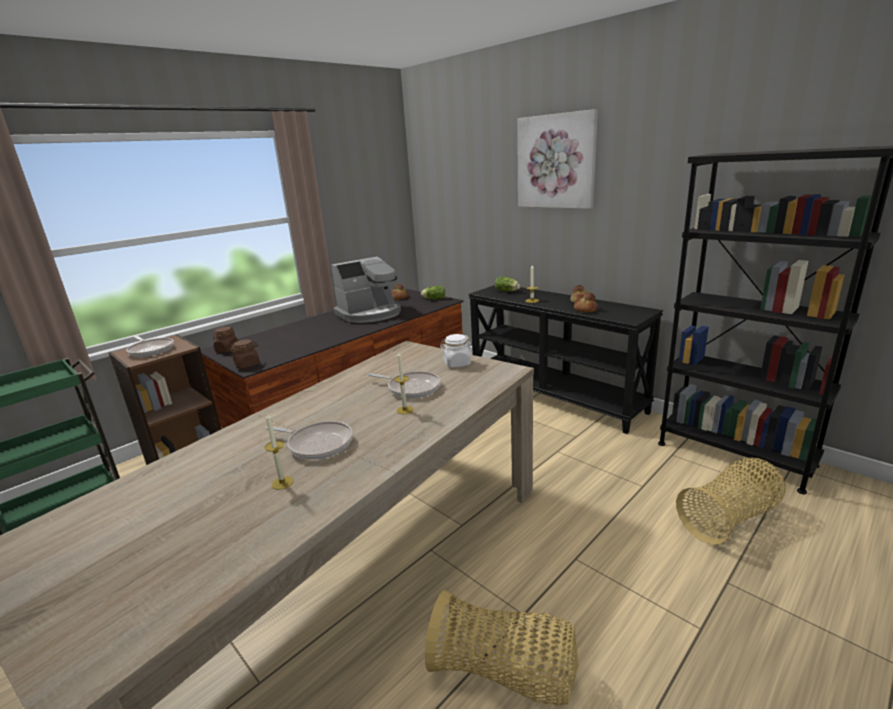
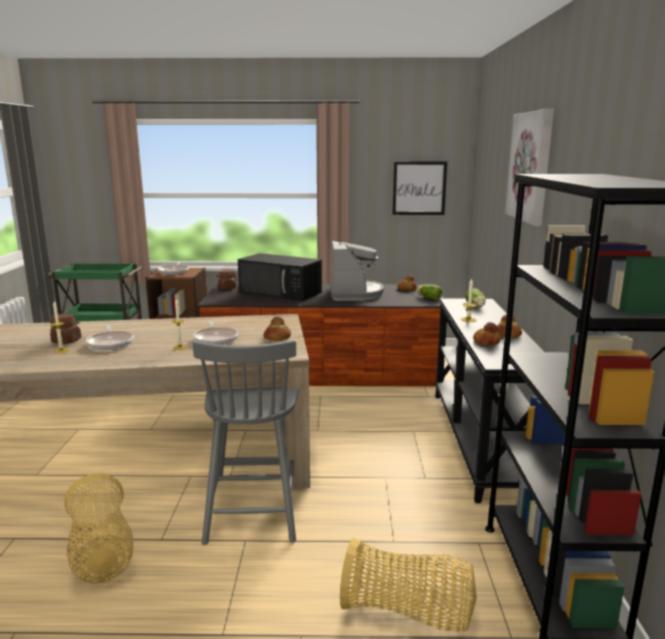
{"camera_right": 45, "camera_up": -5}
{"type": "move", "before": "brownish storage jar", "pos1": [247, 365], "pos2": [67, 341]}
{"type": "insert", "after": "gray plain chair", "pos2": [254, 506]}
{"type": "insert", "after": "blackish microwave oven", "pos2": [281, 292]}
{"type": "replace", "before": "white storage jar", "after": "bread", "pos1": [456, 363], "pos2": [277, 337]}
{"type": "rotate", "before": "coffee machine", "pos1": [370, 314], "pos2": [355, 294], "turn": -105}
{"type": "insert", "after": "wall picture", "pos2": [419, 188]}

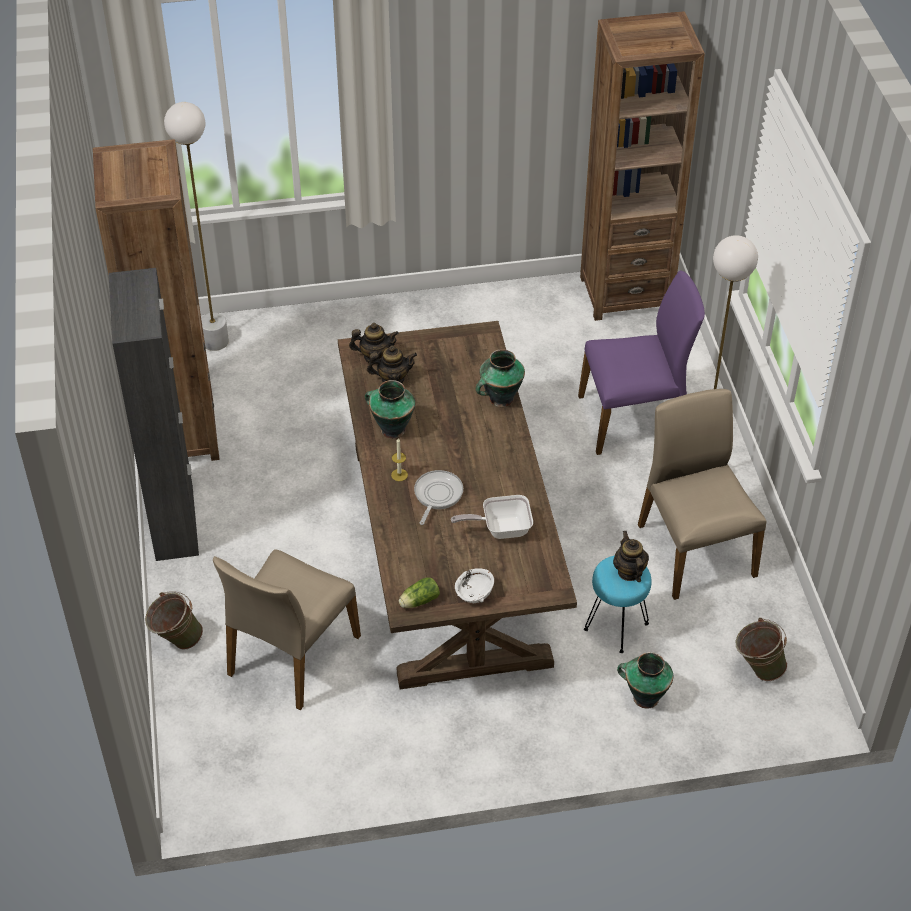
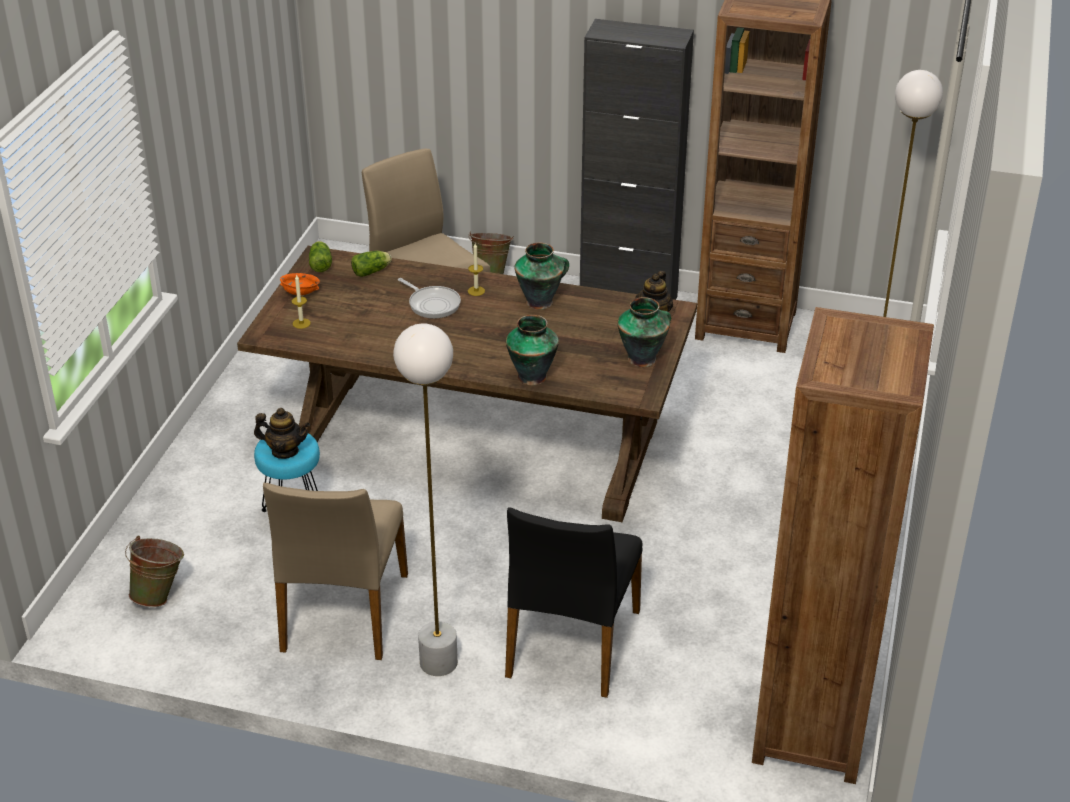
{"camera_right": 115, "camera_up": -10}
{"type": "rotate", "before": "sand-coloured plain chair", "pos1": [694, 549], "pos2": [342, 613], "turn": 90}
{"type": "recolor", "before": "white serving bowl", "after": "orange-coloured serving bowl", "pos1": [475, 593], "pos2": [300, 293]}
{"type": "insert", "after": "candle", "pos2": [301, 323]}
{"type": "insert", "after": "lettuce", "pos2": [372, 271]}
{"type": "recolor", "before": "purplish plain chair", "after": "blackish plain chair", "pos1": [634, 418], "pos2": [571, 644]}
{"type": "move", "before": "decorative vase", "pos1": [644, 697], "pos2": [643, 358]}
{"type": "delete", "before": "pot for tea", "pos1": [392, 379]}
{"type": "delete", "before": "pan", "pos1": [501, 529]}

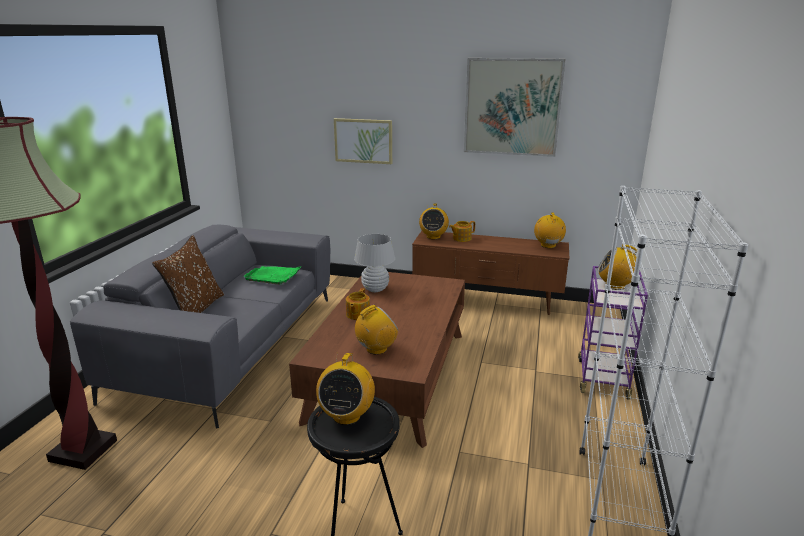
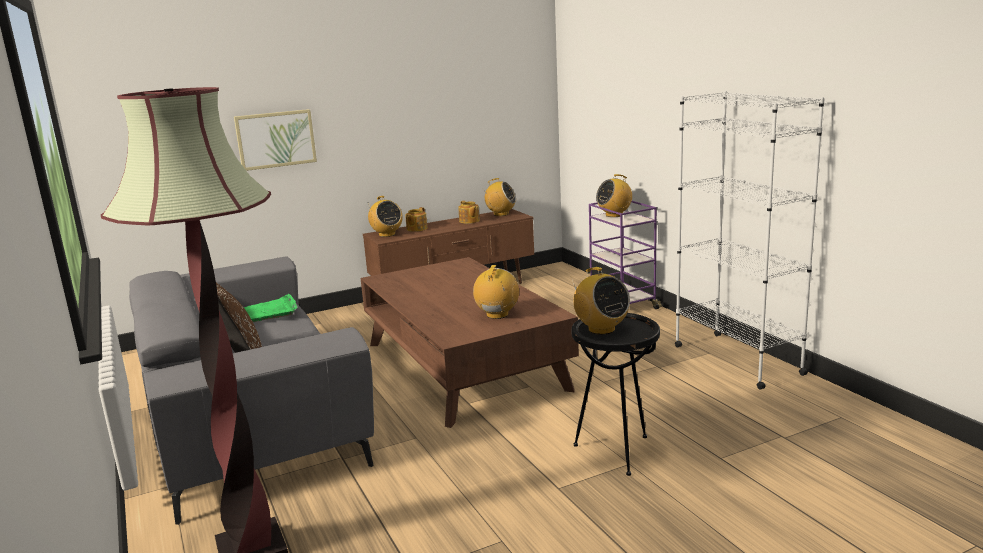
{"camera_right": -40, "camera_up": -5}
{"type": "move", "before": "pot for tea", "pos1": [357, 314], "pos2": [469, 221]}
{"type": "rotate", "before": "radio set", "pos1": [548, 245], "pos2": [501, 214], "turn": 150}
{"type": "delete", "before": "white tabletop lamp", "pos1": [375, 289]}
{"type": "delete", "before": "wall picture", "pos1": [512, 107]}

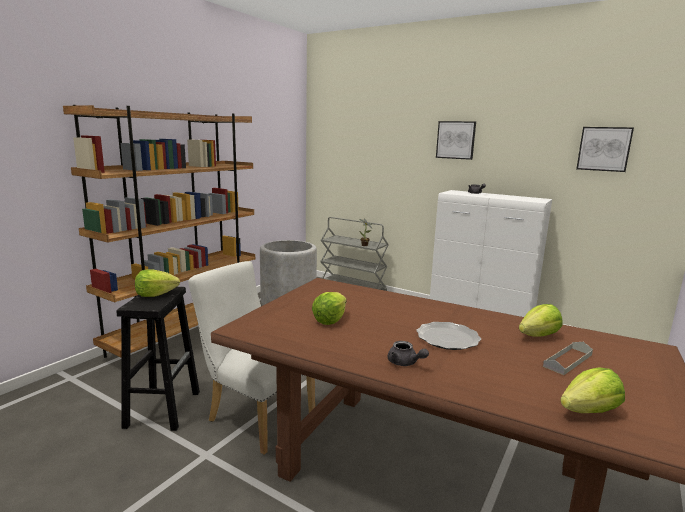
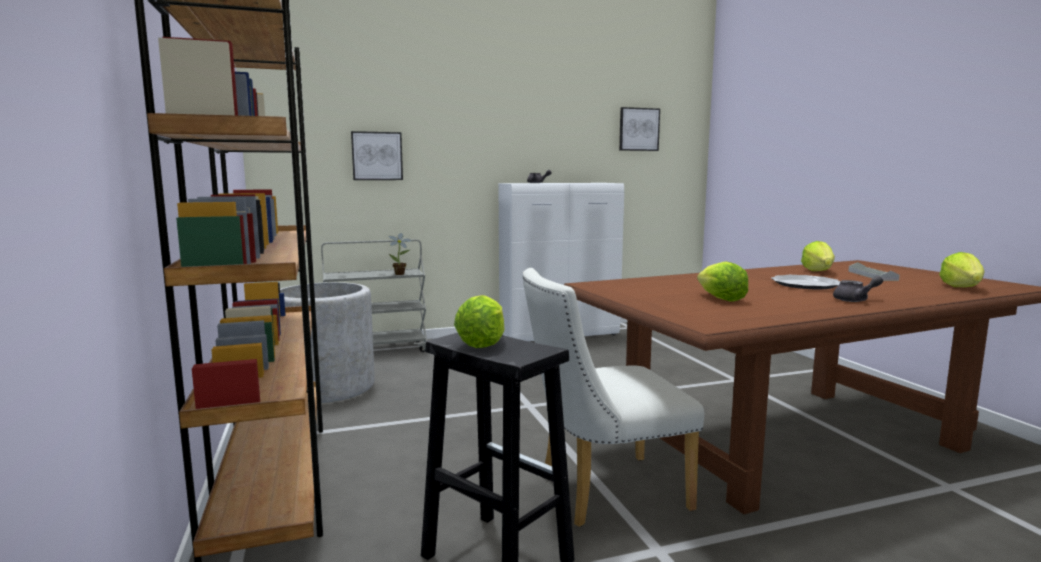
{"camera_right": -50, "camera_up": -5}
{"type": "move", "before": "wall picture", "pos1": [455, 140], "pos2": [377, 156]}

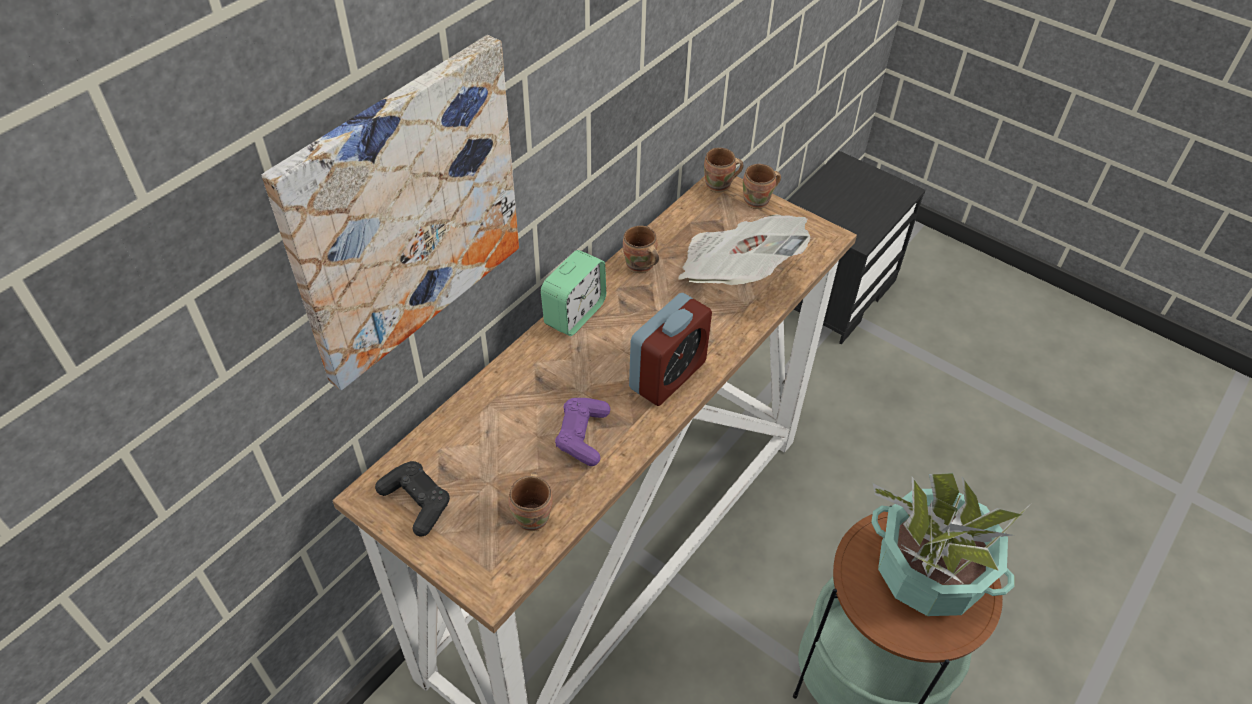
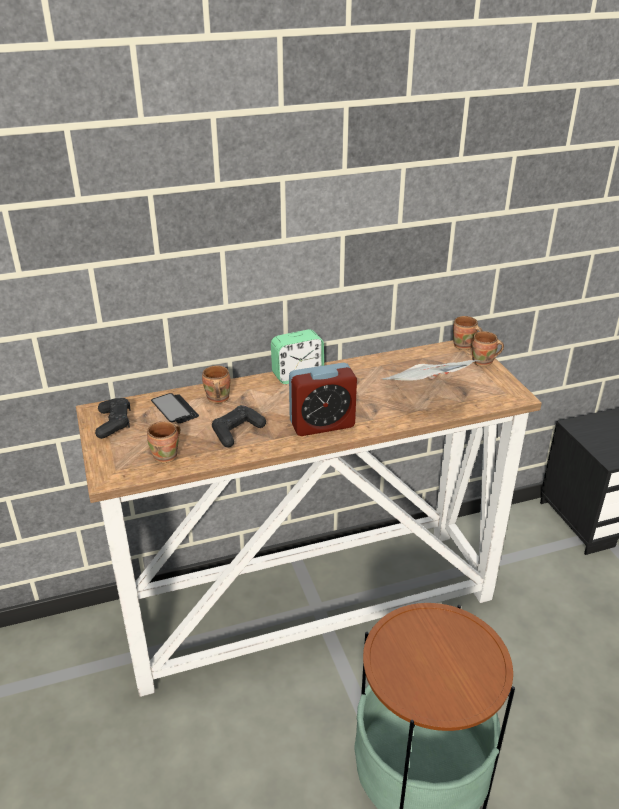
{"camera_right": 35, "camera_up": -15}
{"type": "insert", "after": "phone", "pos2": [175, 409]}
{"type": "move", "before": "brownish coffee mug", "pos1": [639, 267], "pos2": [216, 399]}
{"type": "recolor", "before": "purplish game controller", "after": "blackish game controller", "pos1": [582, 436], "pos2": [237, 432]}
{"type": "delete", "before": "wall picture", "pos1": [404, 213]}
{"type": "delete", "before": "houseplant", "pos1": [928, 573]}

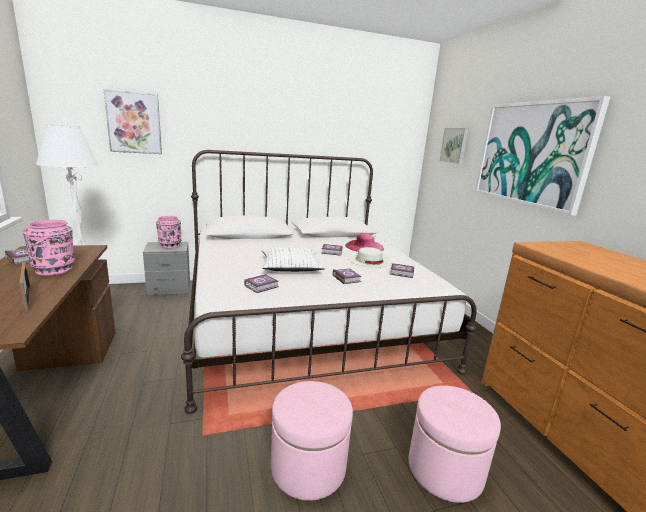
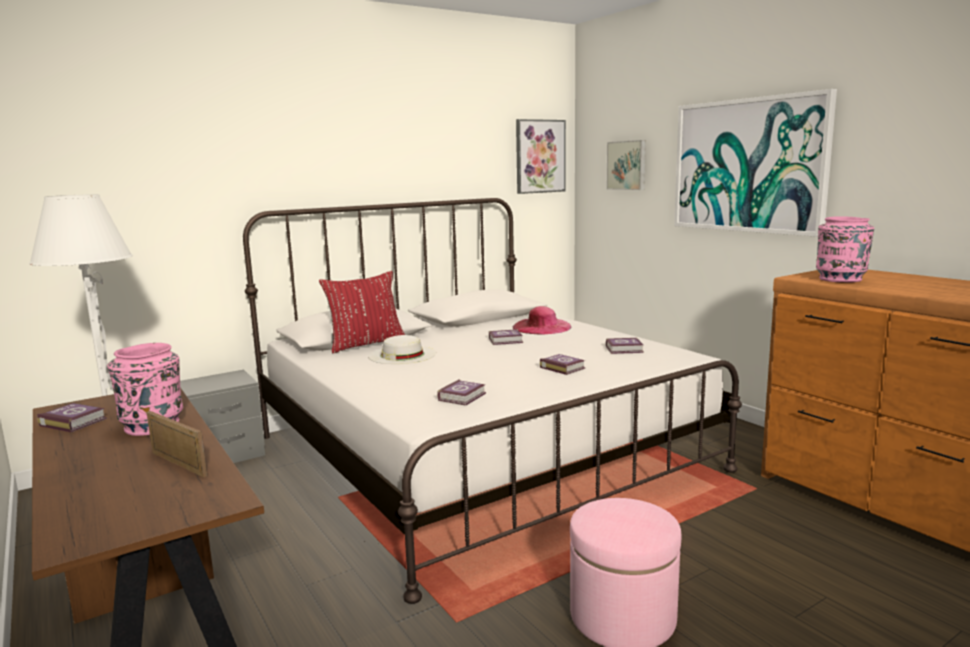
{"camera_right": -15, "camera_up": -5}
{"type": "insert", "after": "reddish pillow", "pos2": [366, 345]}
{"type": "move", "before": "white wearable hat", "pos1": [369, 260], "pos2": [402, 355]}
{"type": "move", "before": "wall picture", "pos1": [134, 123], "pos2": [540, 156]}
{"type": "move", "before": "pink decorative vase", "pos1": [170, 245], "pos2": [841, 279]}
{"type": "delete", "before": "white pillow", "pos1": [291, 267]}
{"type": "delete", "before": "pink footrest", "pos1": [445, 469]}

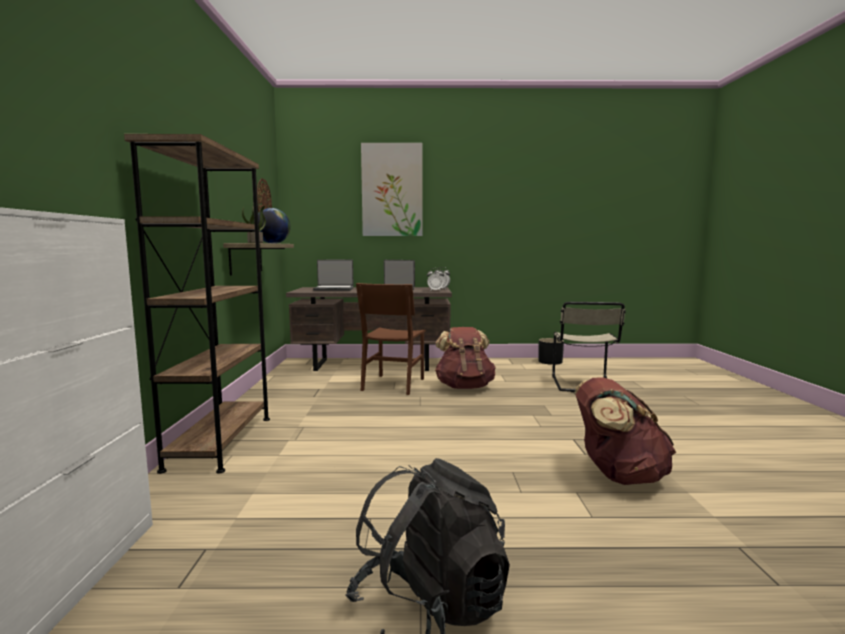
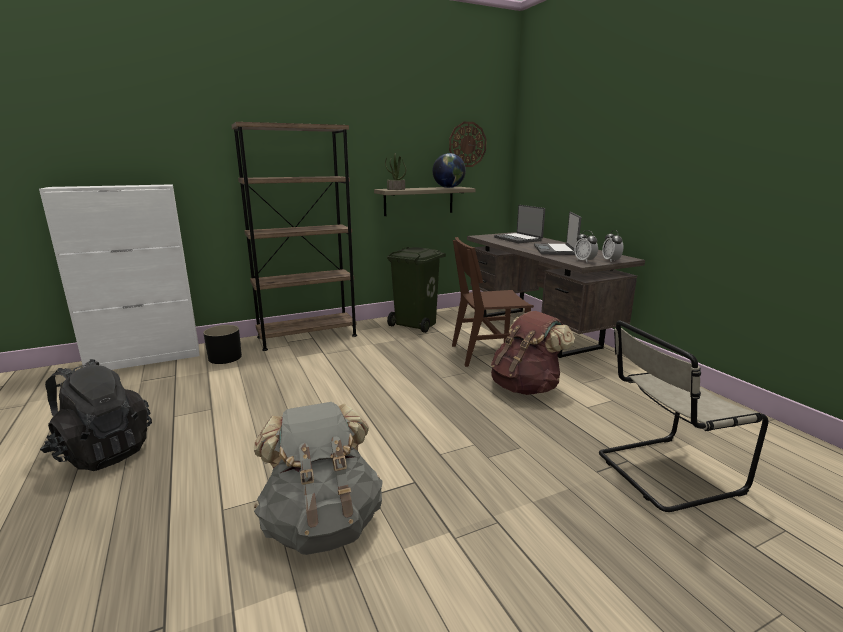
{"camera_right": 65, "camera_up": 10}
{"type": "move", "before": "blackish planter", "pos1": [550, 361], "pos2": [225, 357]}
{"type": "recolor", "before": "brownish rucksack", "after": "gray rucksack", "pos1": [618, 475], "pos2": [322, 524]}
{"type": "insert", "after": "green-coloured rubbish bin", "pos2": [416, 324]}
{"type": "delete", "before": "wall picture", "pos1": [392, 190]}

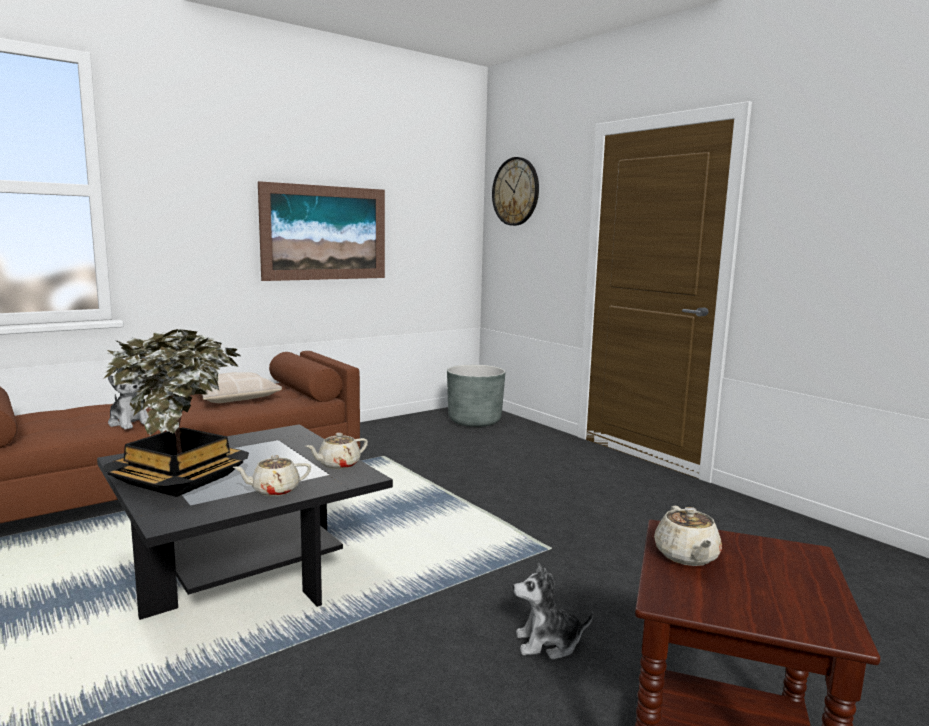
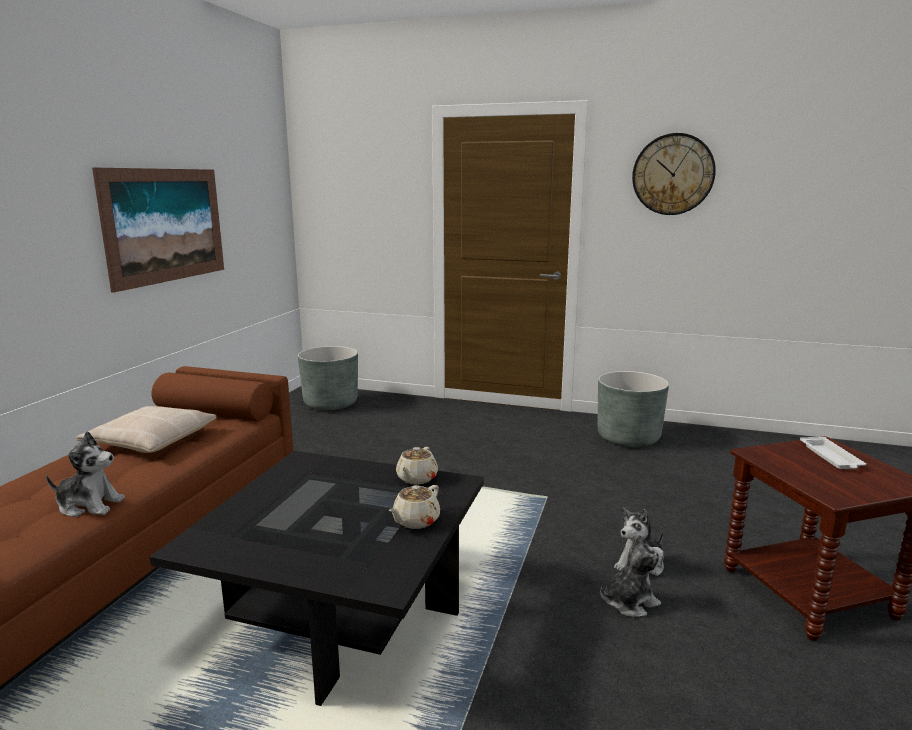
{"camera_right": -35, "camera_up": 5}
{"type": "insert", "after": "gray planter", "pos2": [628, 438]}
{"type": "insert", "after": "cuddly toy", "pos2": [629, 602]}
{"type": "move", "before": "wall clock", "pos1": [516, 191], "pos2": [673, 174]}
{"type": "insert", "after": "white carrying tray", "pos2": [831, 457]}
{"type": "delete", "before": "houseplant", "pos1": [180, 479]}
{"type": "delete", "before": "sand-coloured pot for tea", "pos1": [686, 556]}

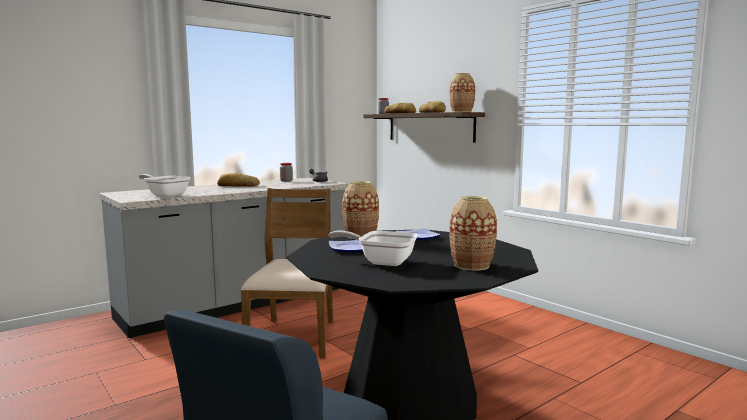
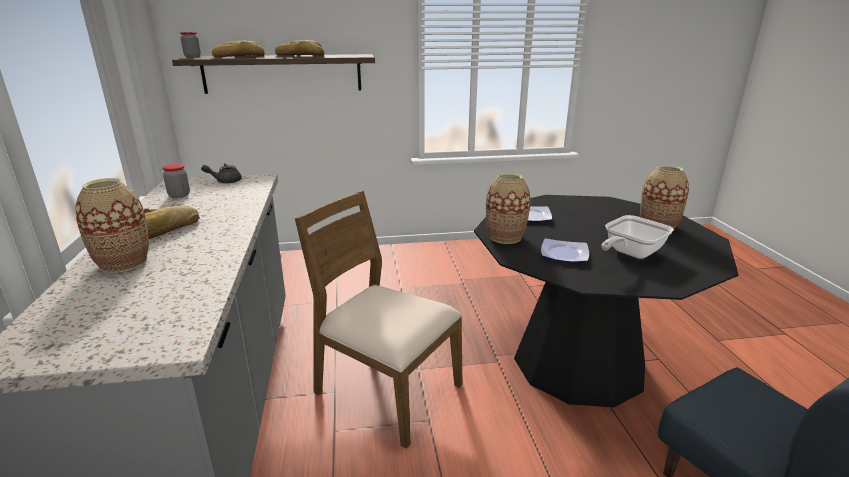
{"camera_right": -60, "camera_up": 15}
{"type": "move", "before": "decorative vase", "pos1": [461, 112], "pos2": [123, 263]}
{"type": "delete", "before": "pan", "pos1": [165, 195]}

